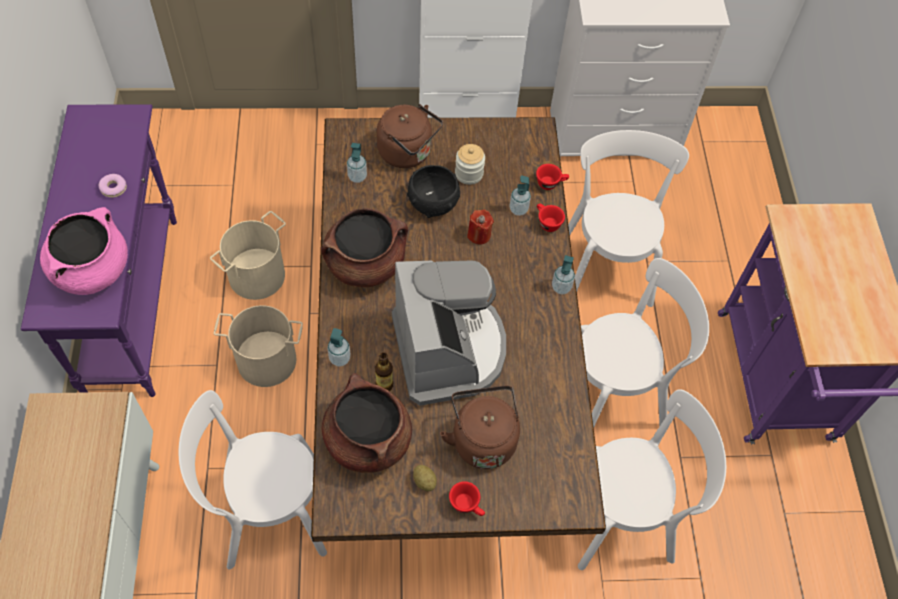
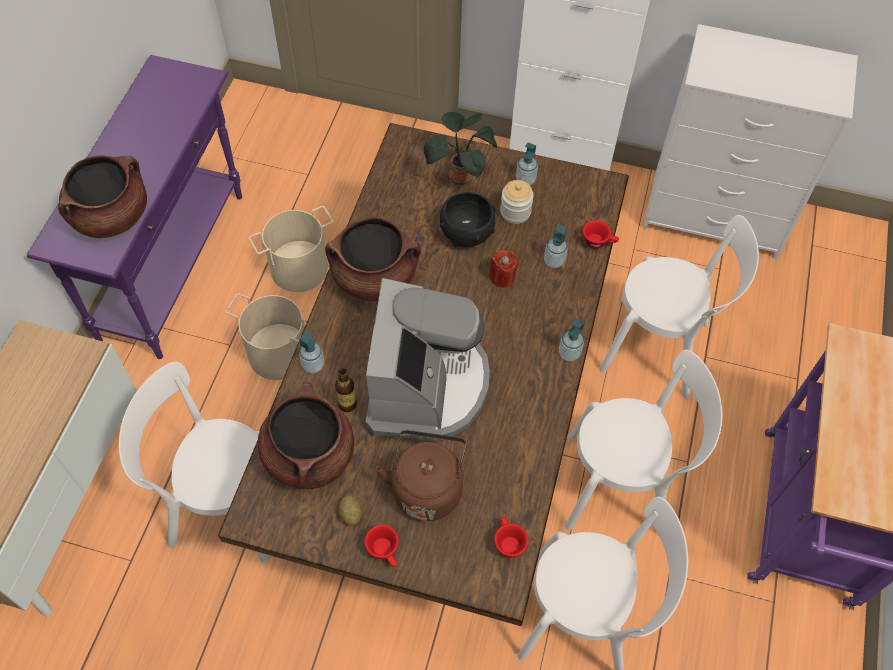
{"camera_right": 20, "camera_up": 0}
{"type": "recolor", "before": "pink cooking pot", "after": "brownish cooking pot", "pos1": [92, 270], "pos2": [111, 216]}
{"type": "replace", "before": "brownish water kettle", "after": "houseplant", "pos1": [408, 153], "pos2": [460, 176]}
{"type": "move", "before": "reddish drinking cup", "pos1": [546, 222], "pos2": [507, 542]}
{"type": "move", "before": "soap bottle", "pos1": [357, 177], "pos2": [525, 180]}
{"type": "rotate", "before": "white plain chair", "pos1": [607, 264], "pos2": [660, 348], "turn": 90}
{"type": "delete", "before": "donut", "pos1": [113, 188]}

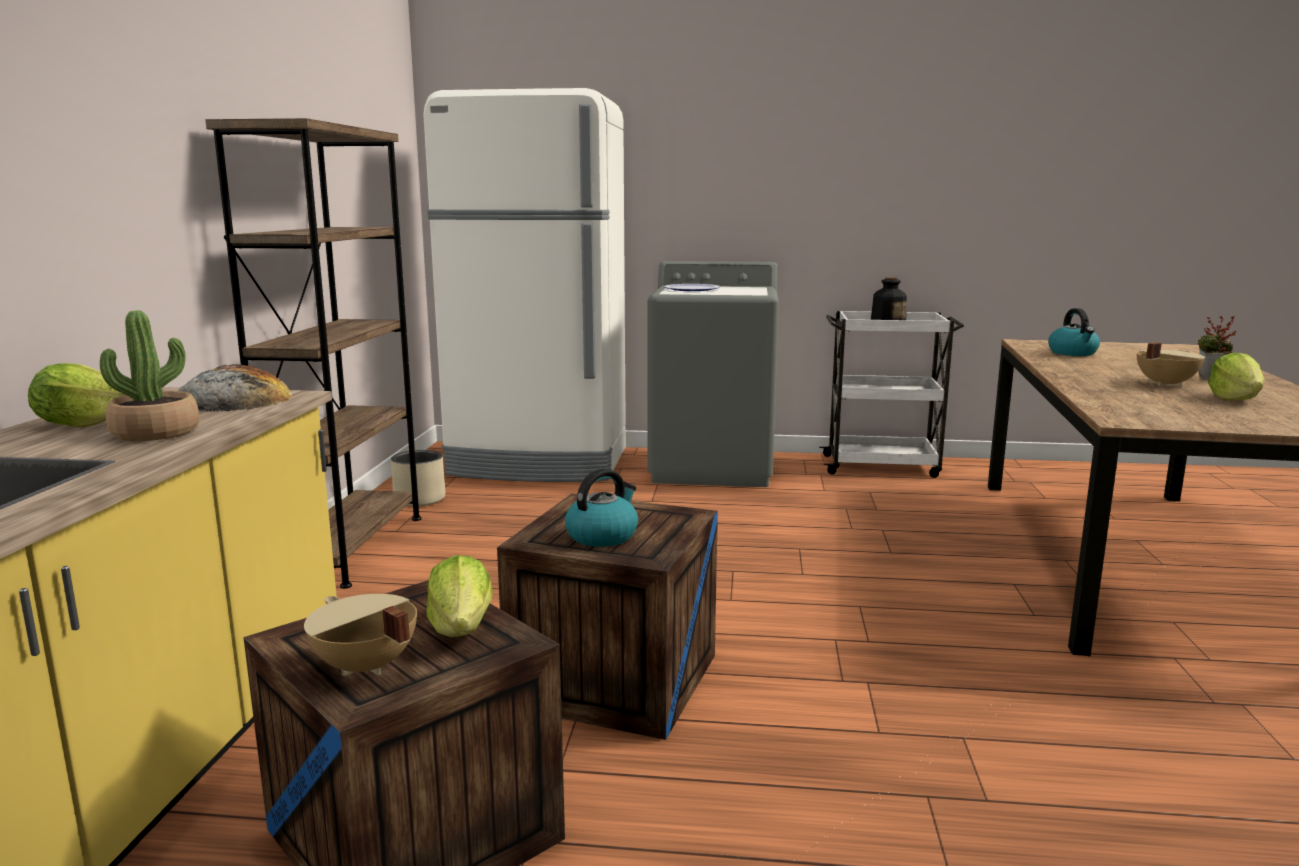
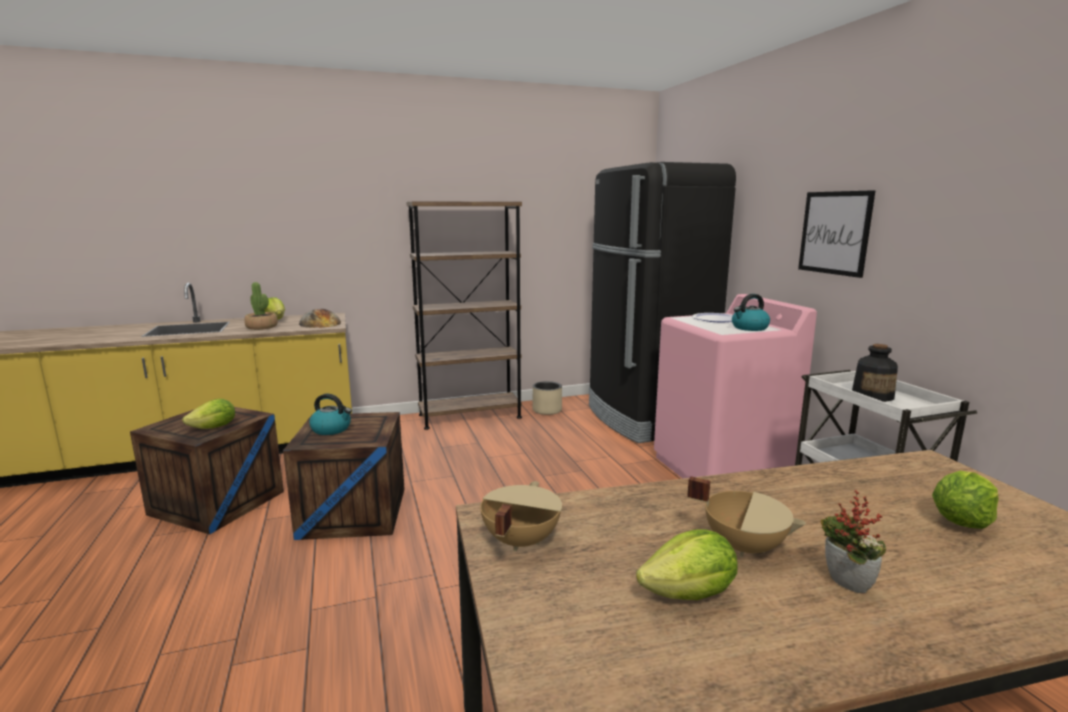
{"camera_right": 65, "camera_up": 0}
{"type": "move", "before": "sand-coloured cooking pot", "pos1": [364, 667], "pos2": [519, 541]}
{"type": "recolor", "before": "white refrigerator", "after": "blackish refrigerator", "pos1": [540, 463], "pos2": [645, 419]}
{"type": "recolor", "before": "gray laundry machine", "after": "pink laundry machine", "pos1": [713, 467], "pos2": [721, 469]}
{"type": "move", "before": "water kettle", "pos1": [1073, 353], "pos2": [749, 328]}
{"type": "insert", "after": "wall picture", "pos2": [834, 233]}
{"type": "insert", "after": "lettuce", "pos2": [961, 520]}

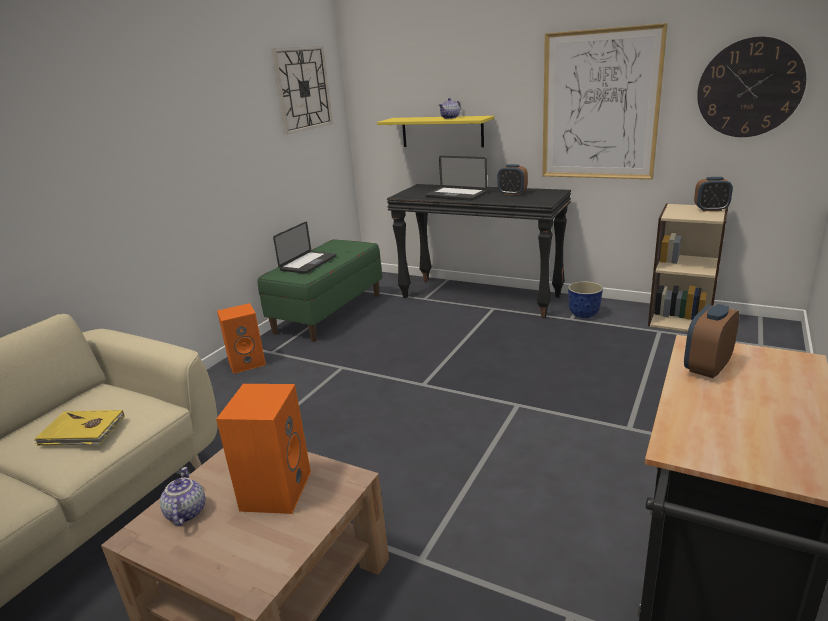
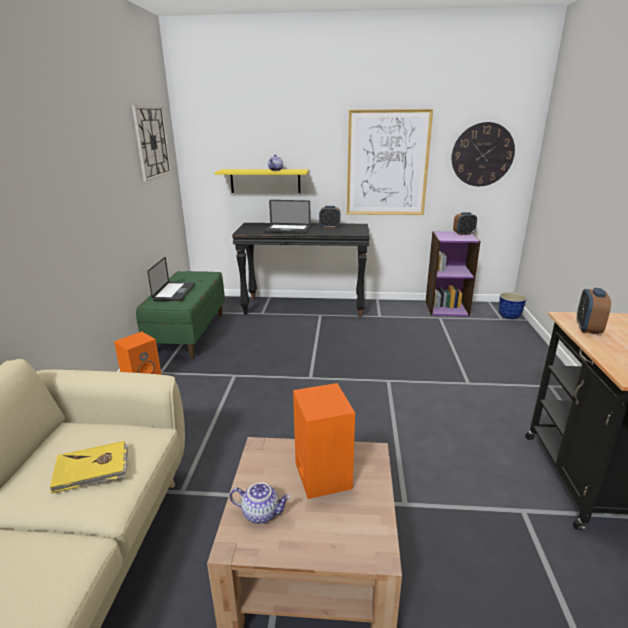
{"camera_right": -25, "camera_up": 0}
{"type": "rotate", "before": "pot for tea", "pos1": [185, 512], "pos2": [261, 513], "turn": 135}
{"type": "recolor", "before": "sand-coloured bookshelf", "after": "purplish bookshelf", "pos1": [680, 319], "pos2": [446, 308]}
{"type": "move", "before": "planter", "pos1": [584, 314], "pos2": [509, 316]}

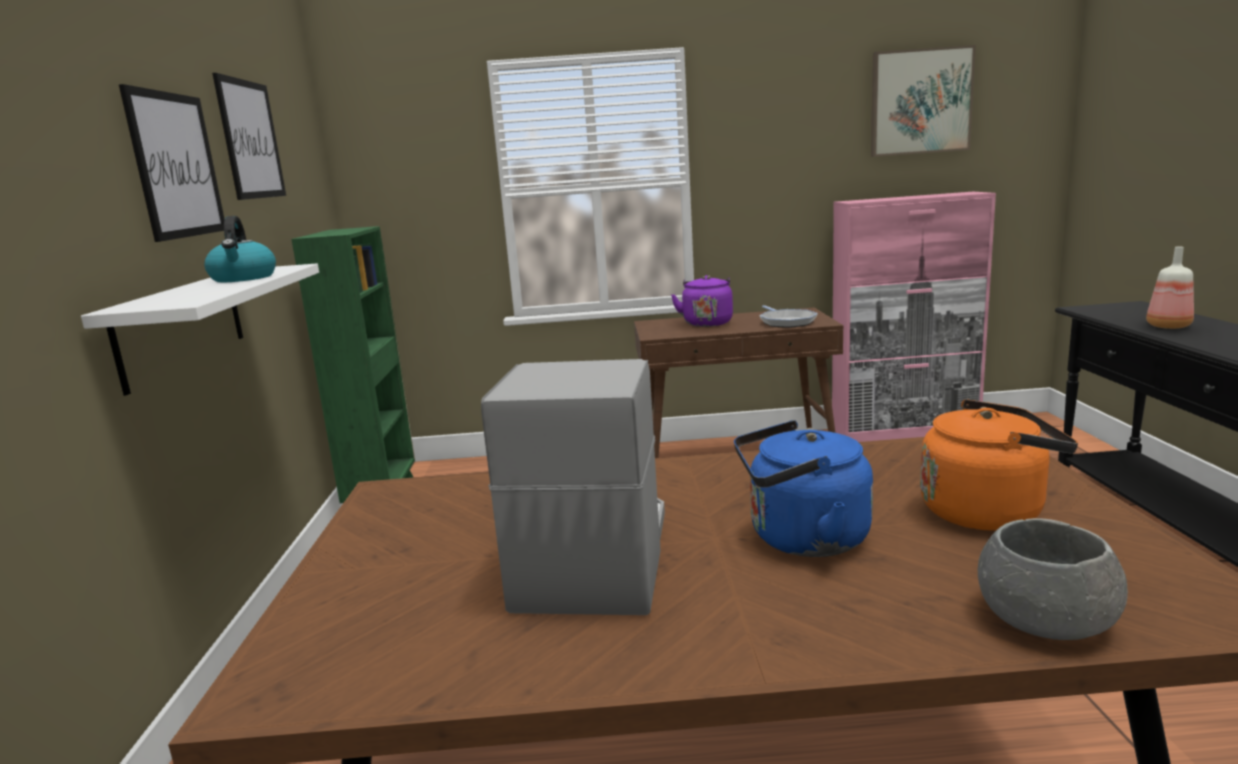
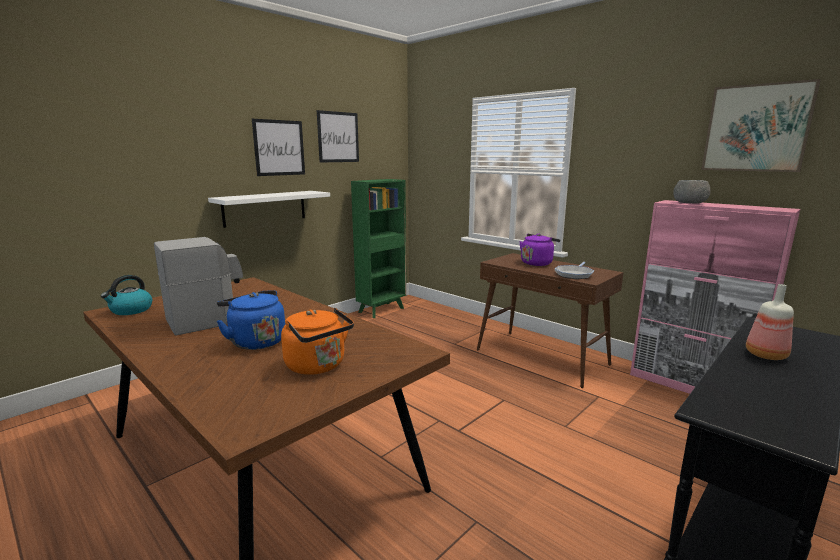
{"camera_right": 45, "camera_up": 0}
{"type": "move", "before": "water kettle", "pos1": [244, 278], "pos2": [131, 310]}
{"type": "move", "before": "gray serving bowl", "pos1": [1046, 620], "pos2": [689, 203]}

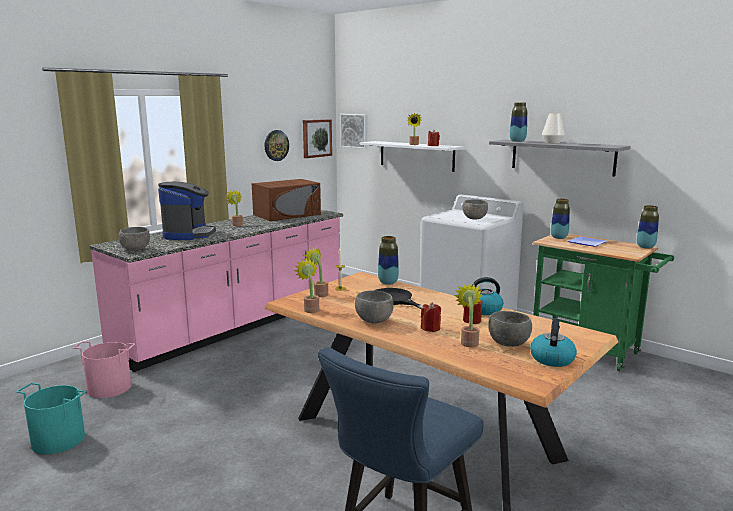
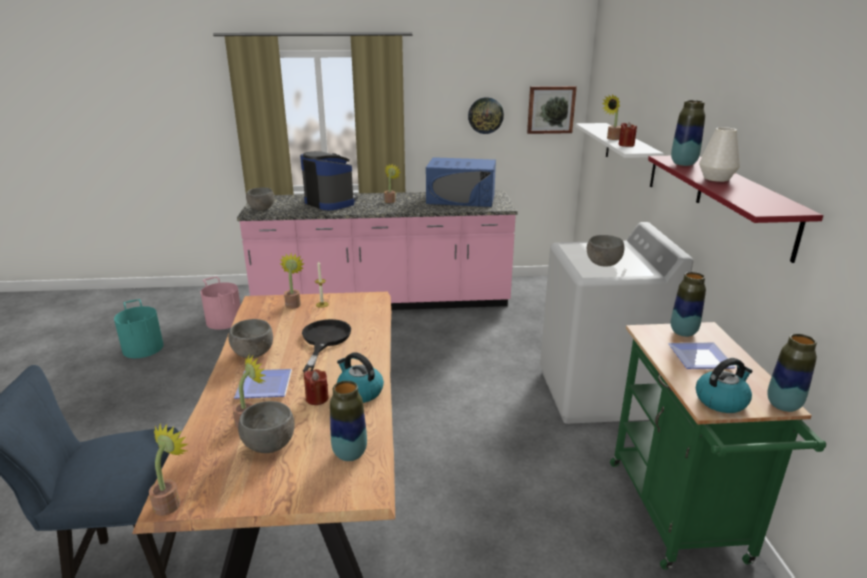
{"camera_right": 45, "camera_up": 10}
{"type": "move", "before": "houseplant", "pos1": [310, 309], "pos2": [170, 502]}
{"type": "replace", "before": "reddish candle", "after": "plate", "pos1": [430, 328], "pos2": [266, 387]}
{"type": "rotate", "before": "coffee machine", "pos1": [188, 234], "pos2": [330, 202], "turn": -90}
{"type": "move", "before": "decorative vase", "pos1": [388, 282], "pos2": [350, 454]}
{"type": "recolor", "before": "brownish microwave oven", "after": "blue-coloured microwave oven", "pos1": [287, 214], "pos2": [461, 199]}
{"type": "recolor", "before": "gray shelf", "after": "reddish shelf", "pos1": [562, 157], "pos2": [744, 204]}
{"type": "move", "before": "water kettle", "pos1": [552, 358], "pos2": [721, 400]}
{"type": "delete", "before": "wall picture", "pos1": [355, 131]}

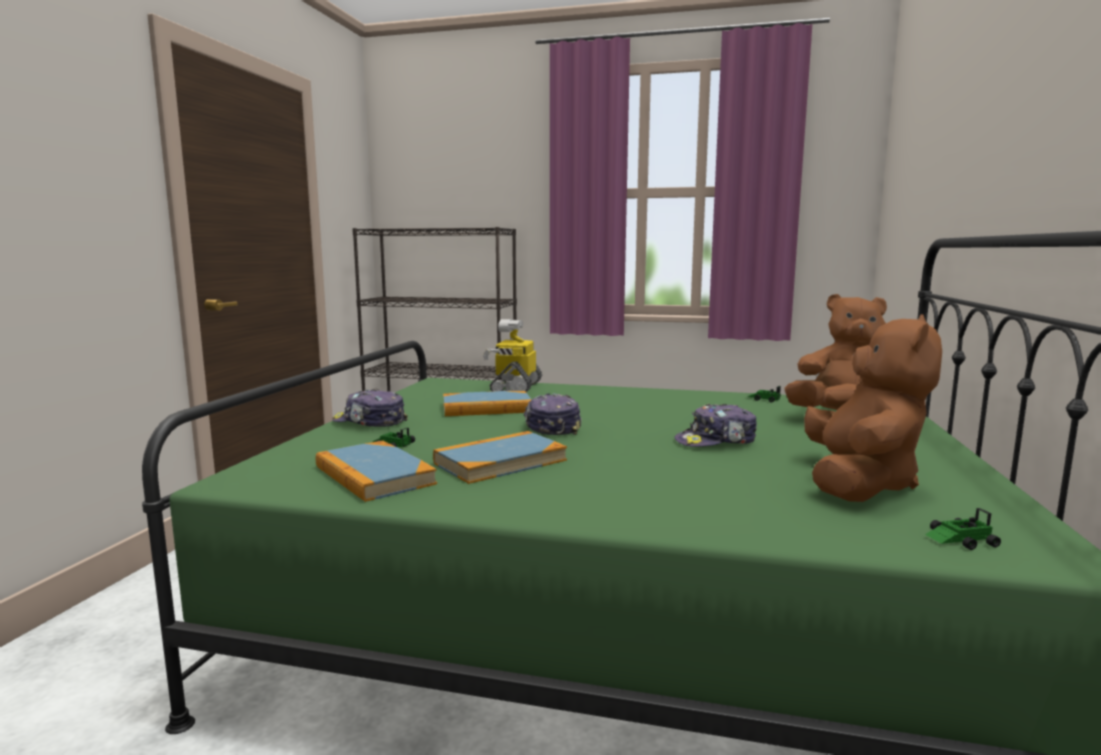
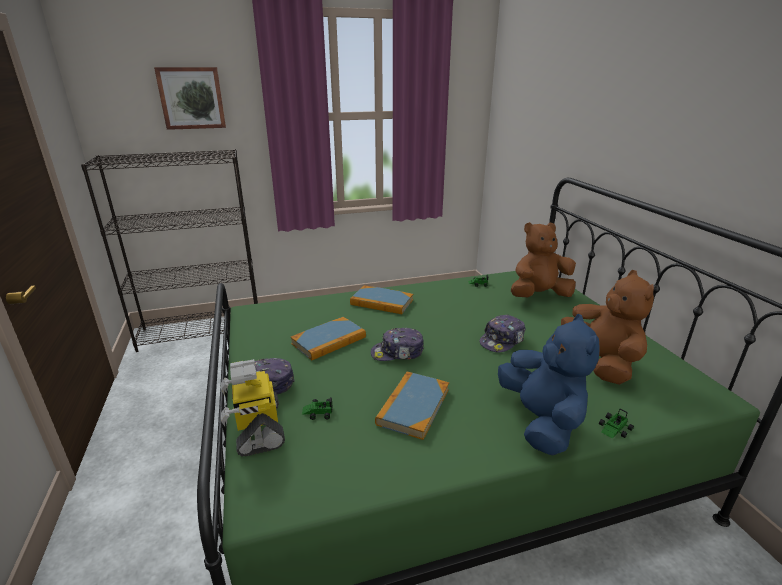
{"camera_right": -30, "camera_up": 15}
{"type": "insert", "after": "wall picture", "pos2": [192, 98]}
{"type": "move", "before": "model robot", "pos1": [515, 388], "pos2": [257, 428]}
{"type": "move", "before": "book", "pos1": [374, 475], "pos2": [382, 302]}
{"type": "rotate", "before": "peaked cap", "pos1": [551, 427], "pos2": [397, 353], "turn": -60}
{"type": "insert", "after": "blue-coloured cuddly toy", "pos2": [541, 421]}
{"type": "move", "before": "miniature car", "pos1": [957, 538], "pos2": [613, 429]}

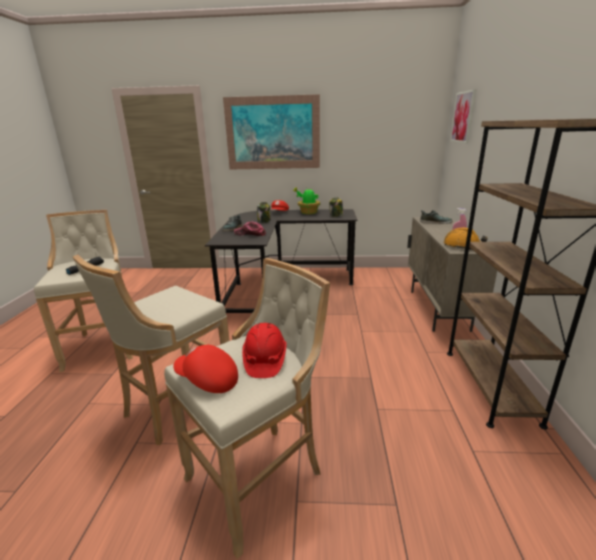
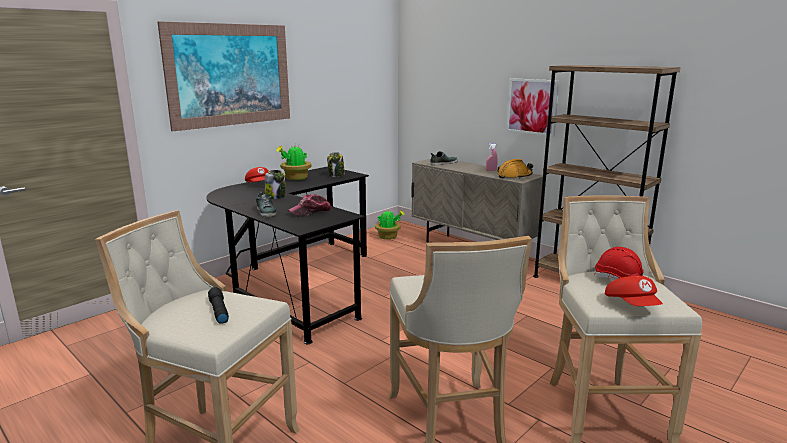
{"camera_right": -50, "camera_up": -5}
{"type": "insert", "after": "houseplant", "pos2": [388, 237]}
{"type": "move", "before": "wall picture", "pos1": [463, 117], "pos2": [532, 106]}
{"type": "rotate", "before": "reddish peaked cap", "pos1": [207, 380], "pos2": [632, 305], "turn": -75}

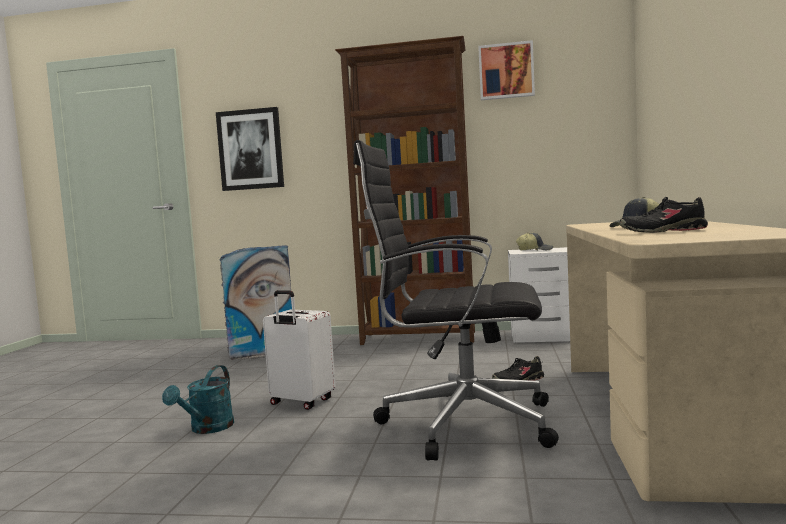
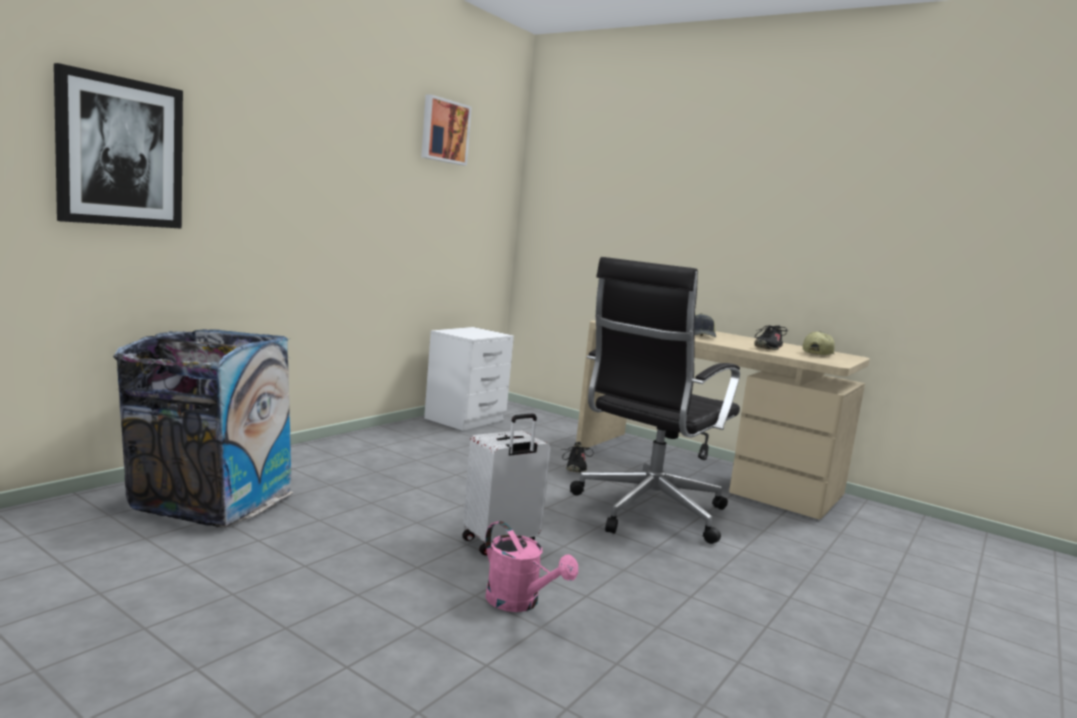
{"camera_right": -65, "camera_up": 5}
{"type": "recolor", "before": "blue-green watering can", "after": "pink watering can", "pos1": [207, 429], "pos2": [519, 603]}
{"type": "move", "before": "peaked cap", "pos1": [535, 250], "pos2": [817, 353]}
{"type": "delete", "before": "brownish bookshelf", "pos1": [419, 338]}

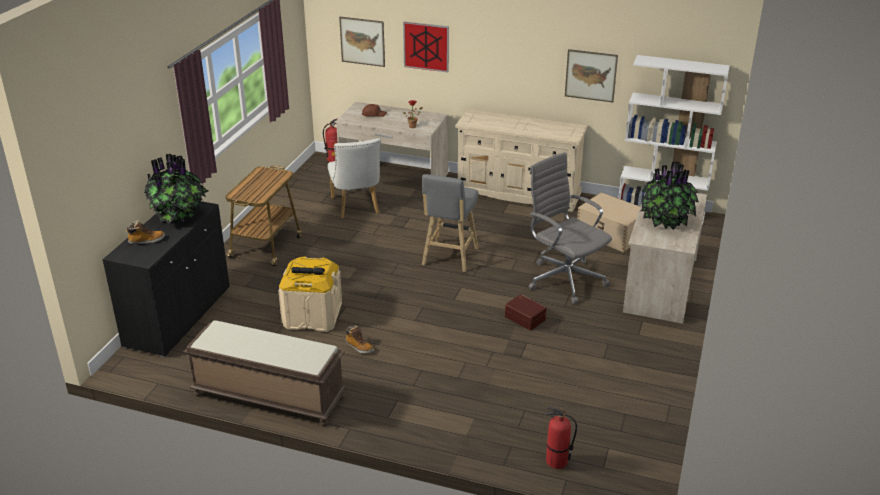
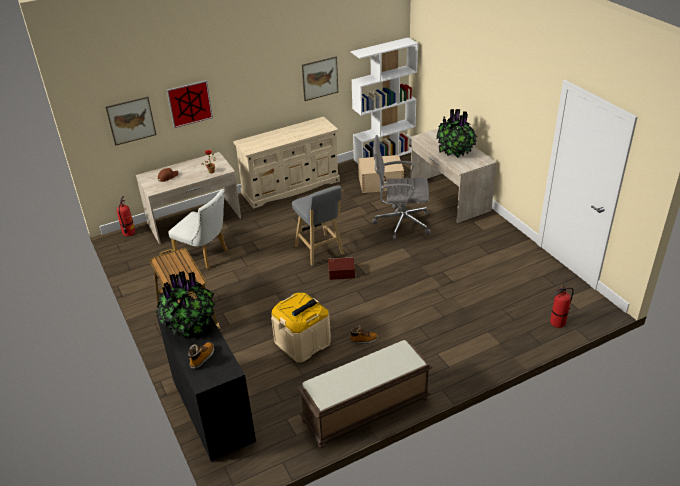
{"camera_right": -45, "camera_up": 5}
{"type": "move", "before": "brownish storage bin", "pos1": [525, 318], "pos2": [341, 272]}

